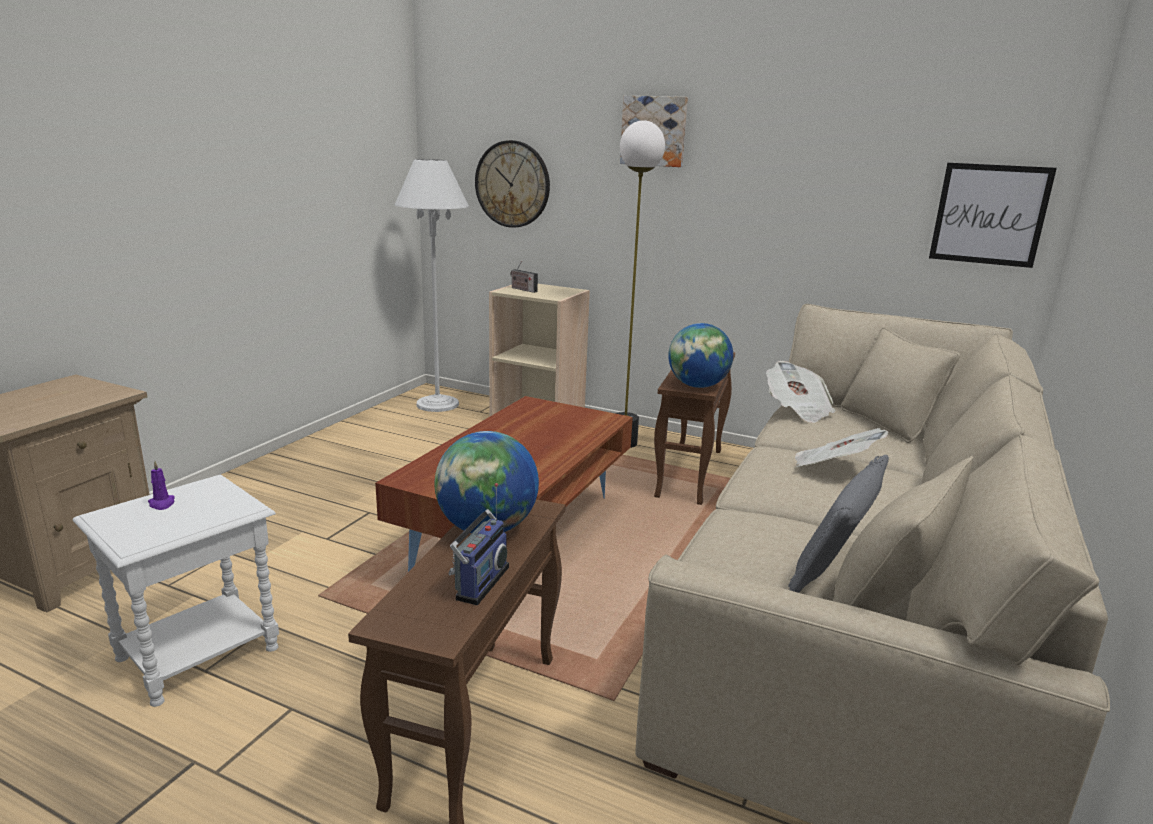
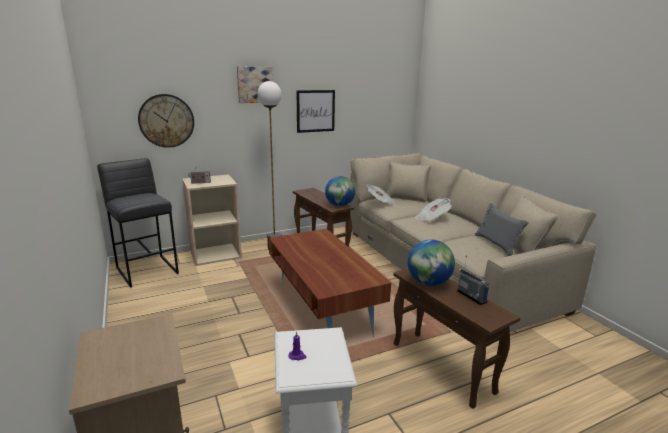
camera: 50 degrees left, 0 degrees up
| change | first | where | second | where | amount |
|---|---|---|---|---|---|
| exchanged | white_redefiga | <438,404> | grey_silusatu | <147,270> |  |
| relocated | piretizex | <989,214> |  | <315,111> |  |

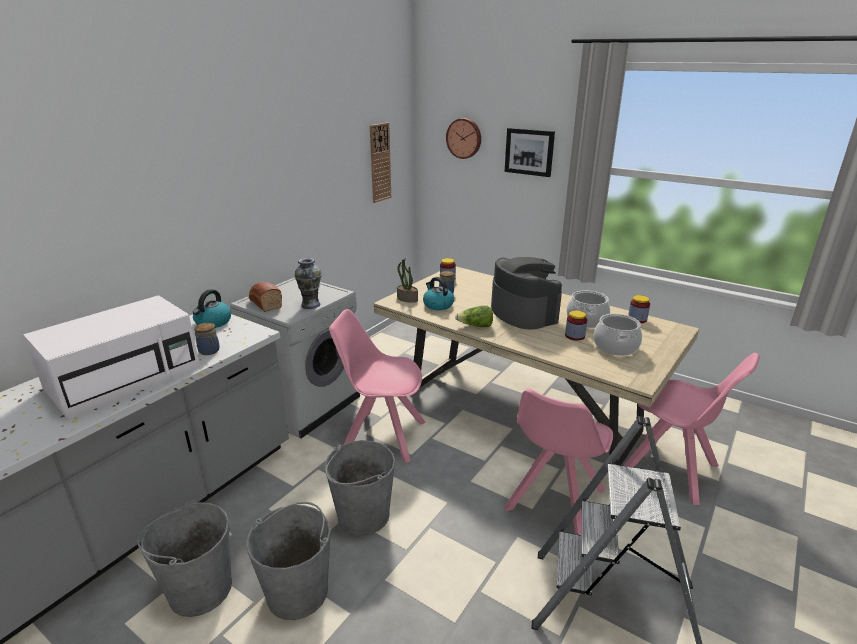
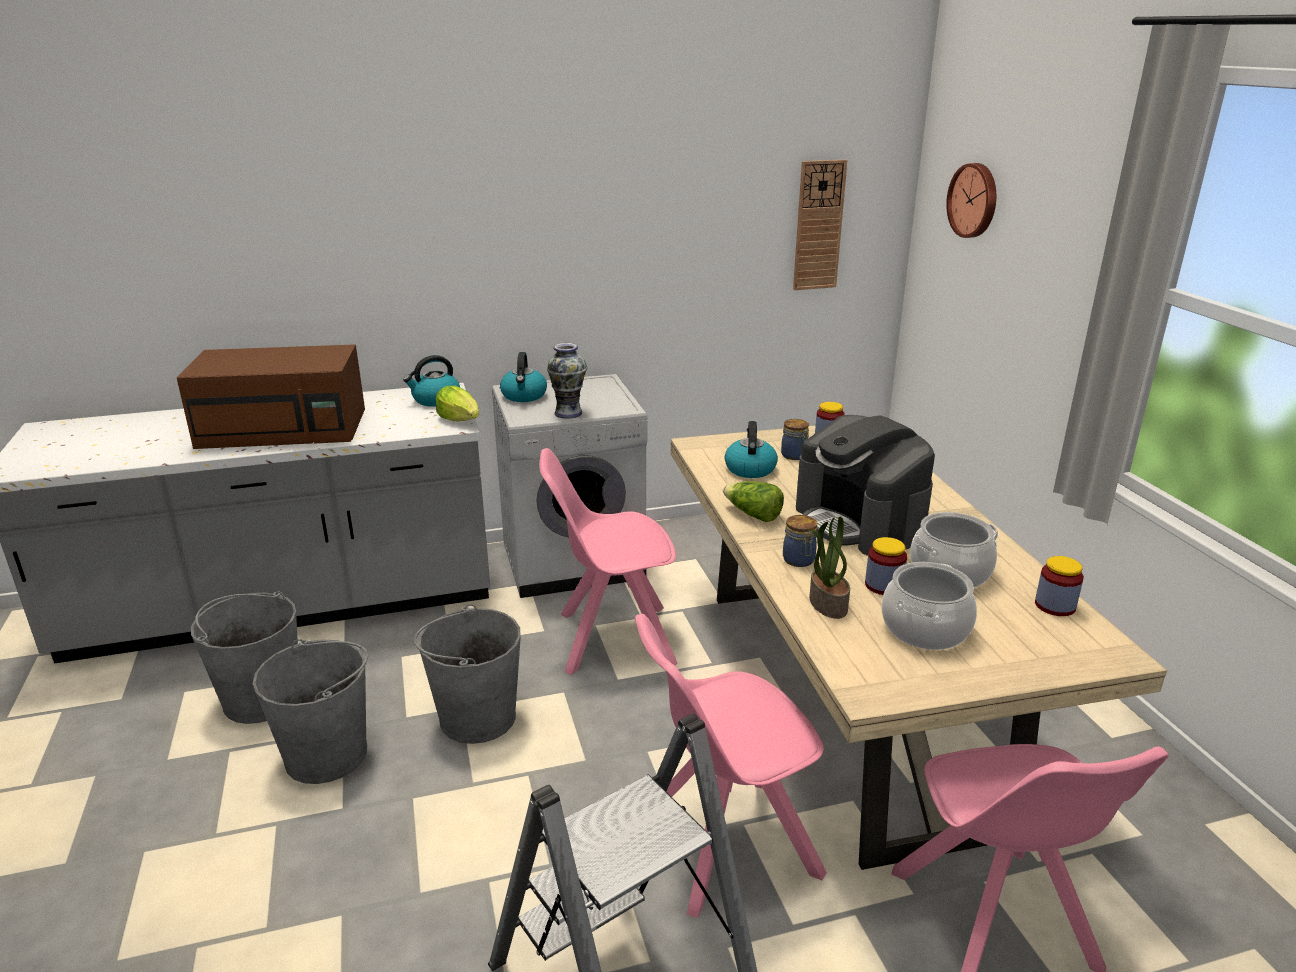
camera: 40 degrees right, 0 degrees up
| change | first | where | second | where | amount |
|---|---|---|---|---|---|
| missing | piretizex | <529,152> |  |  |  |
| spun | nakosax | <523,313> |  | <860,522> | 135 degrees clockwise |
| relocated | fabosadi | <406,299> |  | <827,604> |  |
| exchanged | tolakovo | <265,303> | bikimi | <524,396> |  |
| colour | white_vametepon | <126,376> | brown_vametepon | <285,428> |  |
| spun | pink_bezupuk | <382,435> |  | <612,639> | 60 degrees counterclockwise |
| relocated | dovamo | <210,351> |  | <799,561> |  |
| appeared |  |  | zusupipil | <460,420> |  |

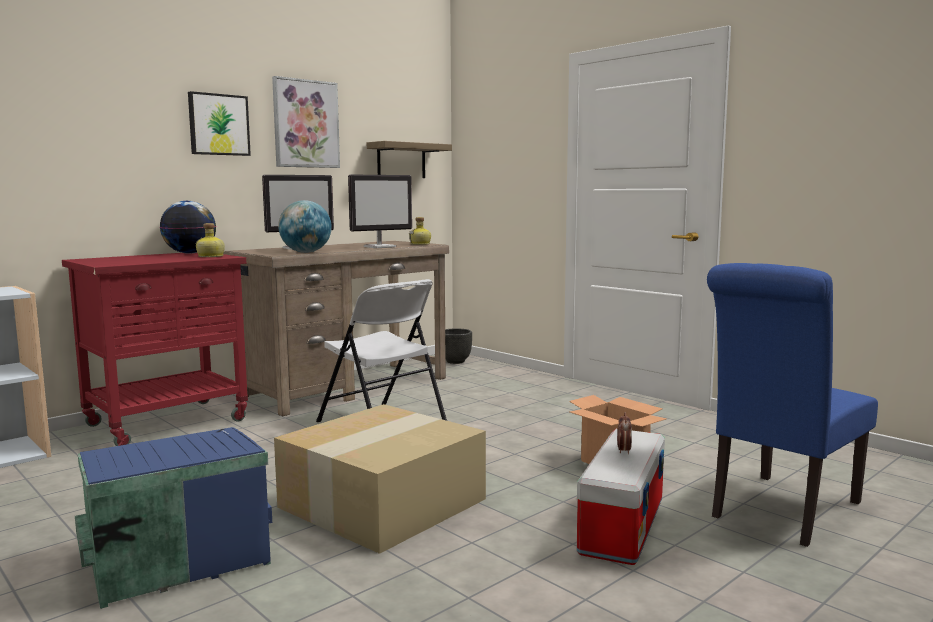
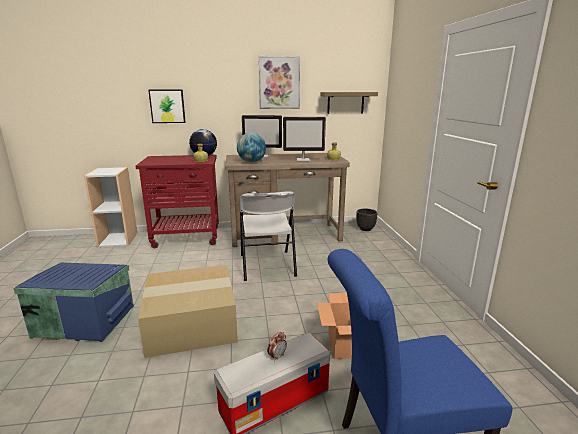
camera: 35 degrees right, 10 degrees up
| change | first | where | second | where | amount |
|---|---|---|---|---|---|
| relocated | piretizex | <218,124> |  | <167,106> |  |

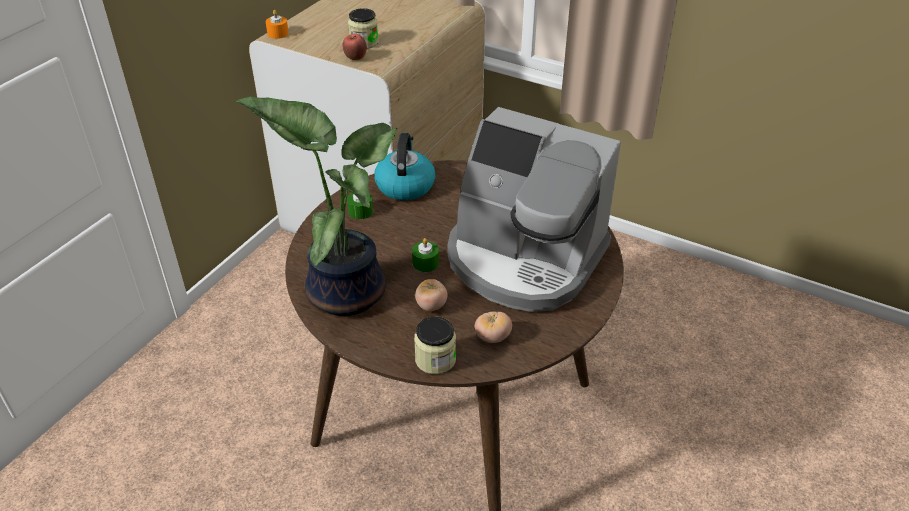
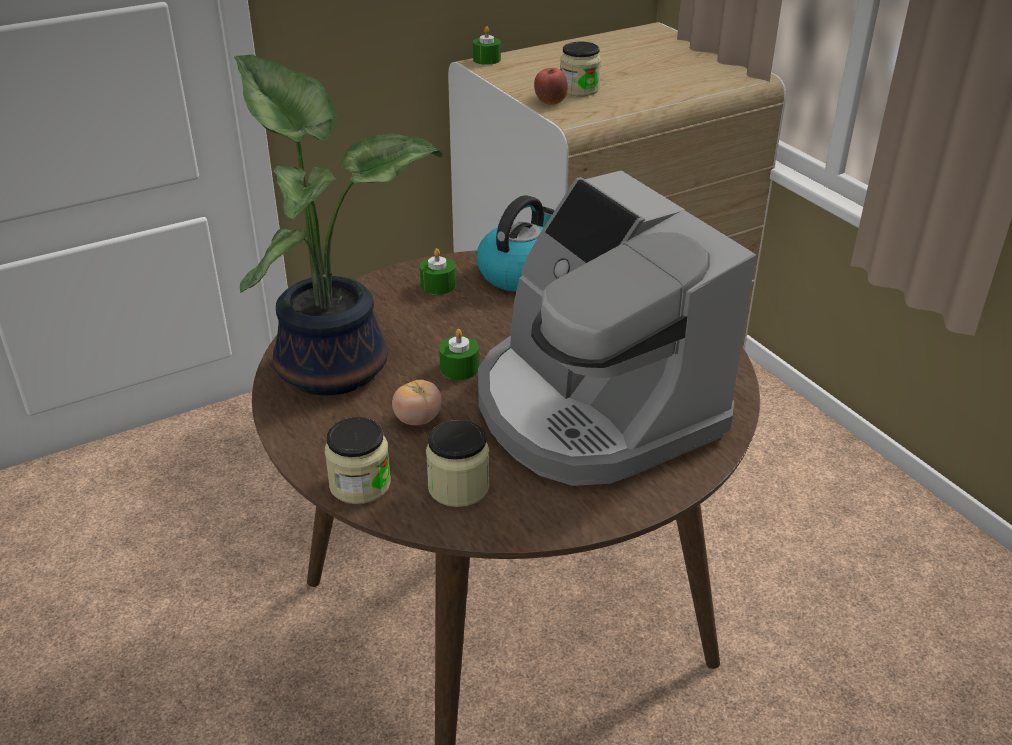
camera: 30 degrees right, 5 degrees down
| change | first | where | second | where | amount |
|---|---|---|---|---|---|
| colour | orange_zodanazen | <278,33> | green_zodanazen | <486,59> |  |
| exchanged | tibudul | <492,337> | dovamo | <458,487> |  |

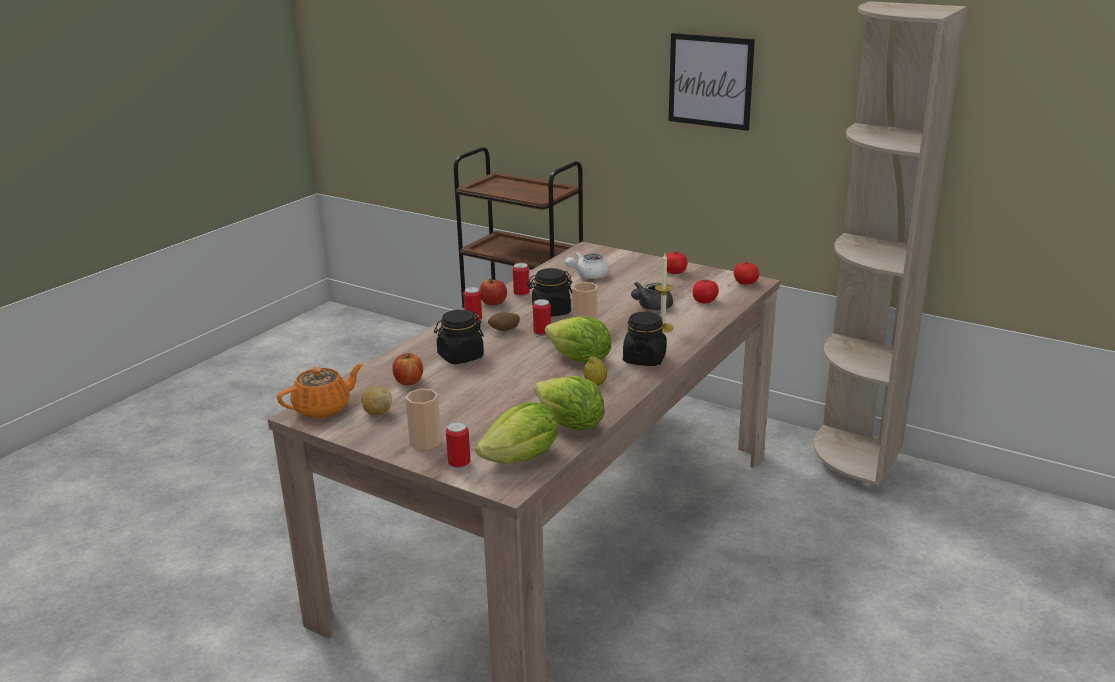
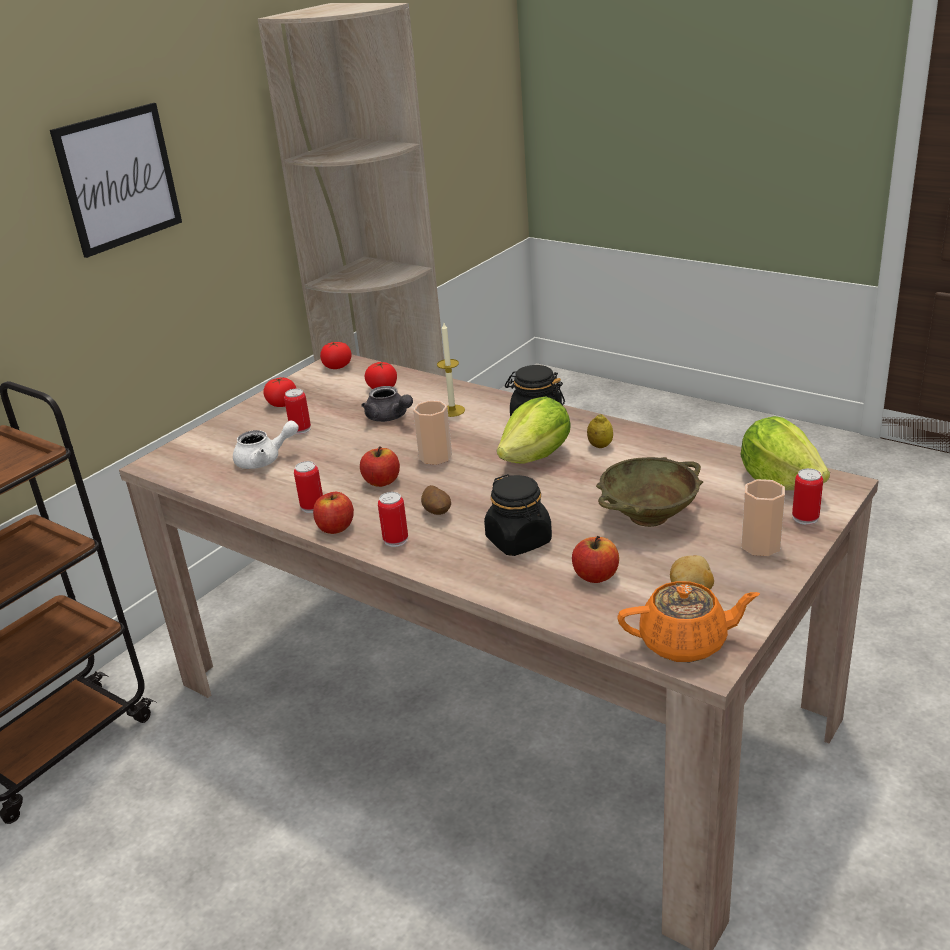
camera: 85 degrees left, 5 degrees up
| change | first | where | second | where | amount |
|---|---|---|---|---|---|
| spun | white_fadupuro | <587,276> |  | <265,460> | 75 degrees counterclockwise |
| exchanged | black_dovamo | <551,311> | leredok | <381,481> |  |
| relocated | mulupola | <542,333> |  | <300,429> |  |
| spun | orange_fadupuro | <323,408> |  | <685,643> | 120 degrees clockwise |
| missing | zusupipil | <570,425> |  |  |  |
| appeared |  |  | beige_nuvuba | <649,516> |  |

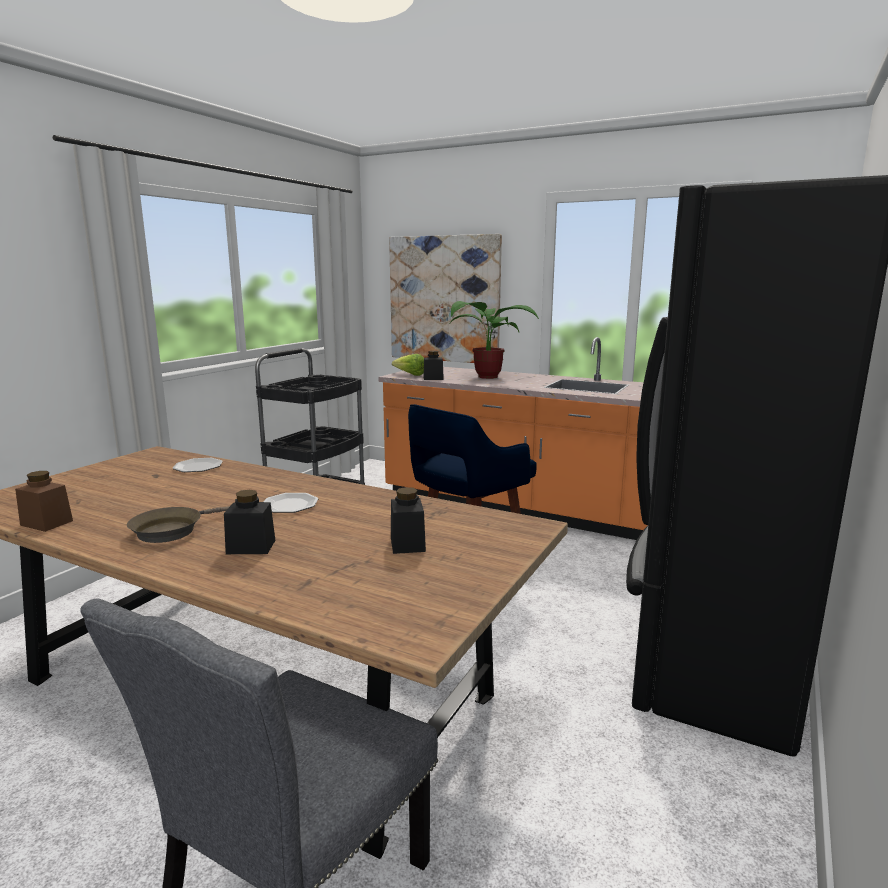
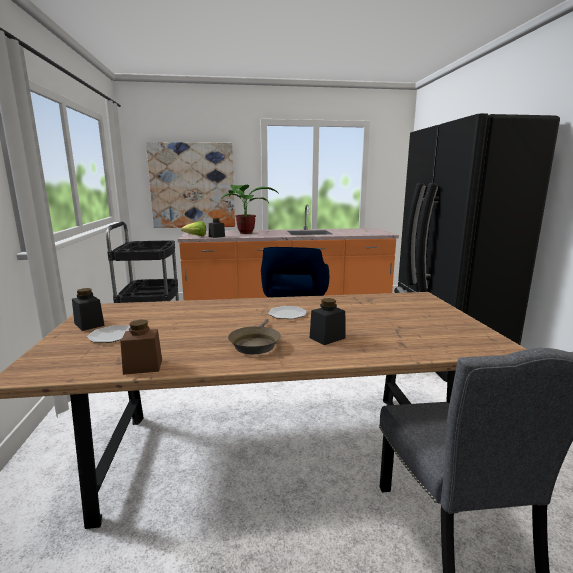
camera: 35 degrees left, 0 degrees up
| change | first | where | second | where | amount |
|---|---|---|---|---|---|
| relocated | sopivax | <197,467> |  | <112,336> |  |
| relocated | black_dovamo | <407,544> |  | <89,324> |  |

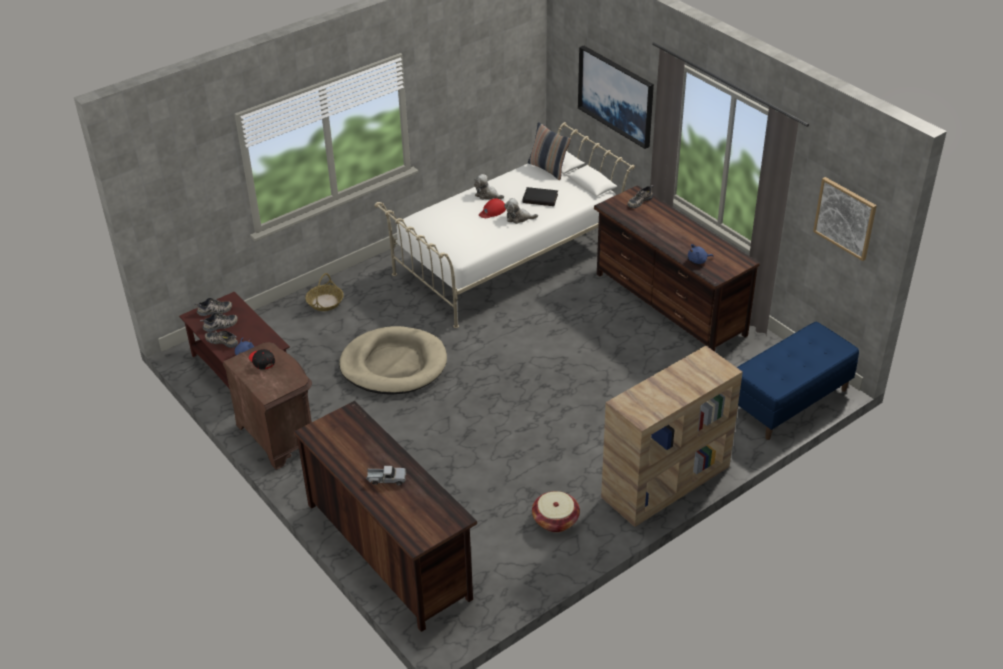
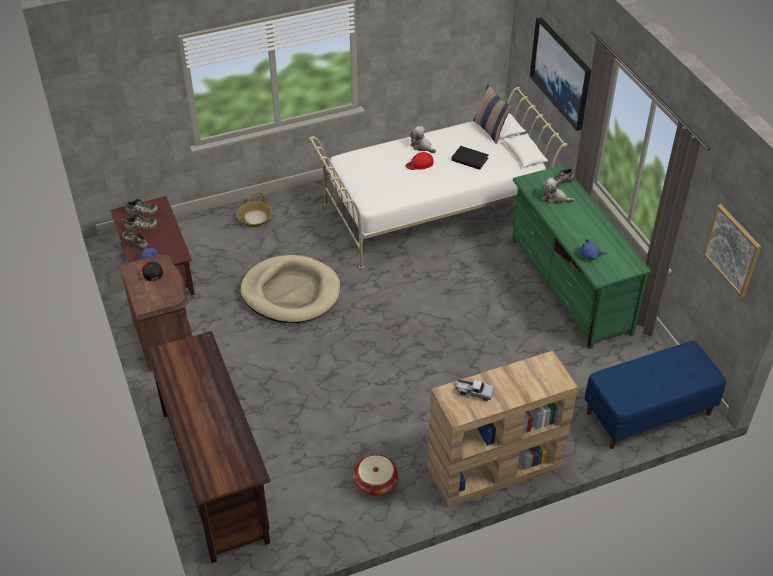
camera: 15 degrees right, 5 degrees up
| change | first | where | second | where | amount |
|---|---|---|---|---|---|
| colour | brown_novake | <669,305> | green_novake | <569,287> |  |
| relocated | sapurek | <518,218> |  | <554,198> |  |
| relocated | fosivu | <386,479> |  | <474,392> |  |

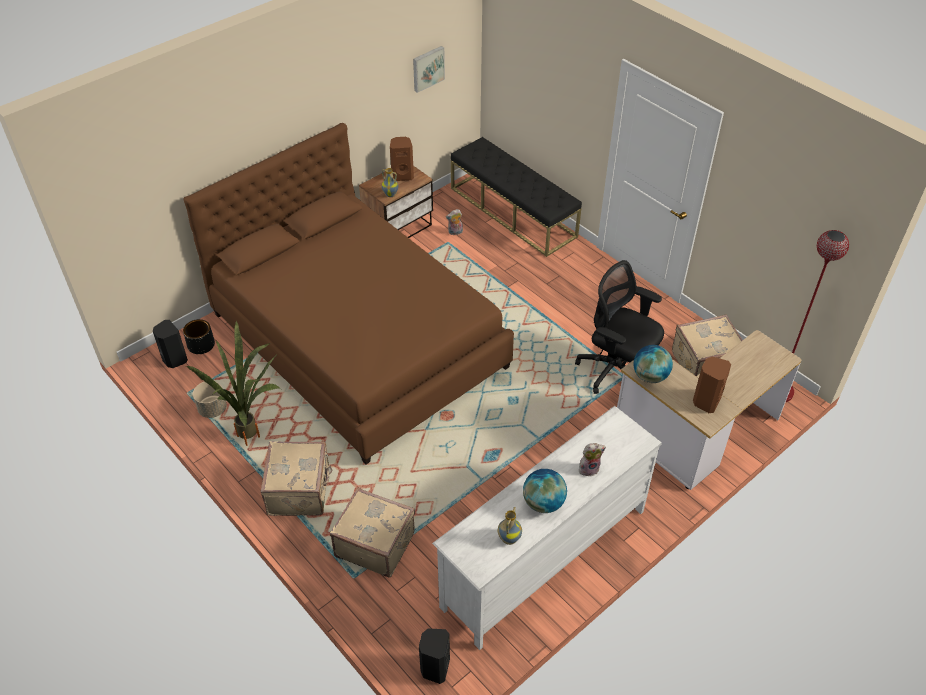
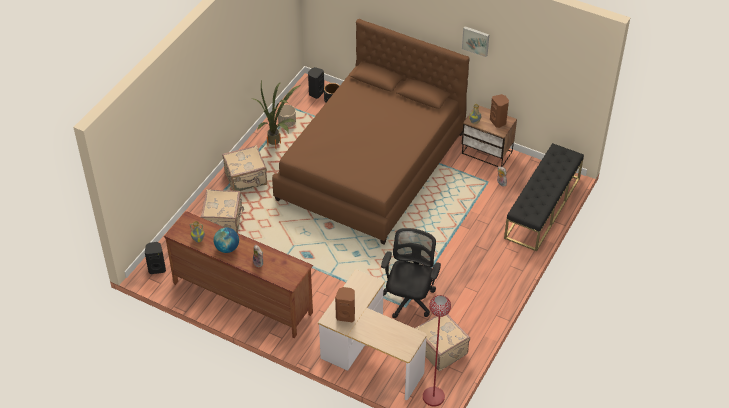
camera: 70 degrees right, 0 degrees up
| change | first | where | second | where | amount |
|---|---|---|---|---|---|
| relocated | piretizex | <427,68> |  | <476,40> |  |
| missing | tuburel | <650,376> |  |  |  |
| colour | white_novake | <544,557> | brown_novake | <242,297> |  |

